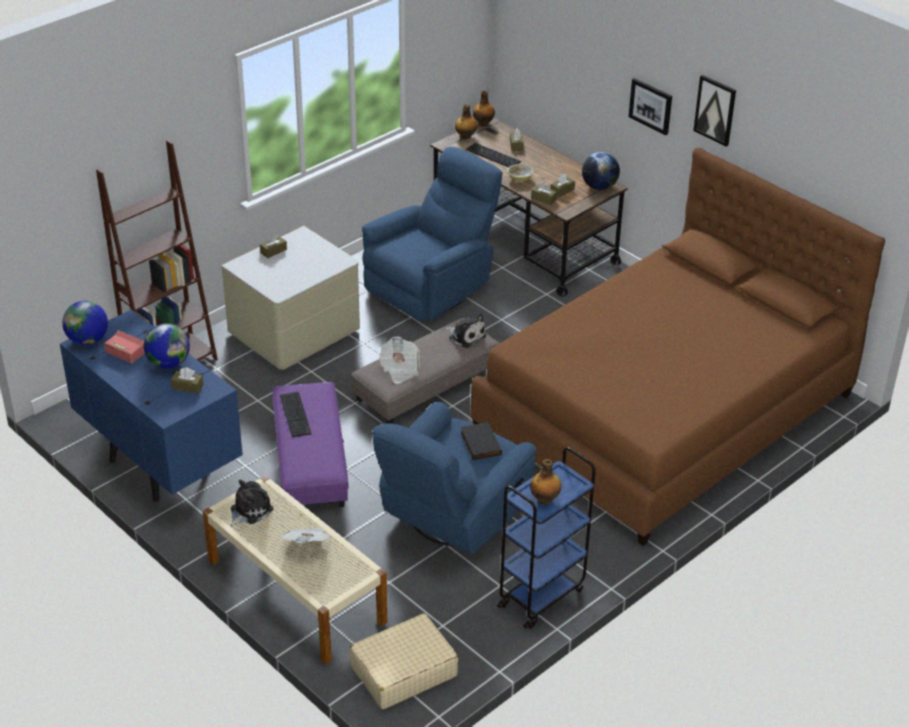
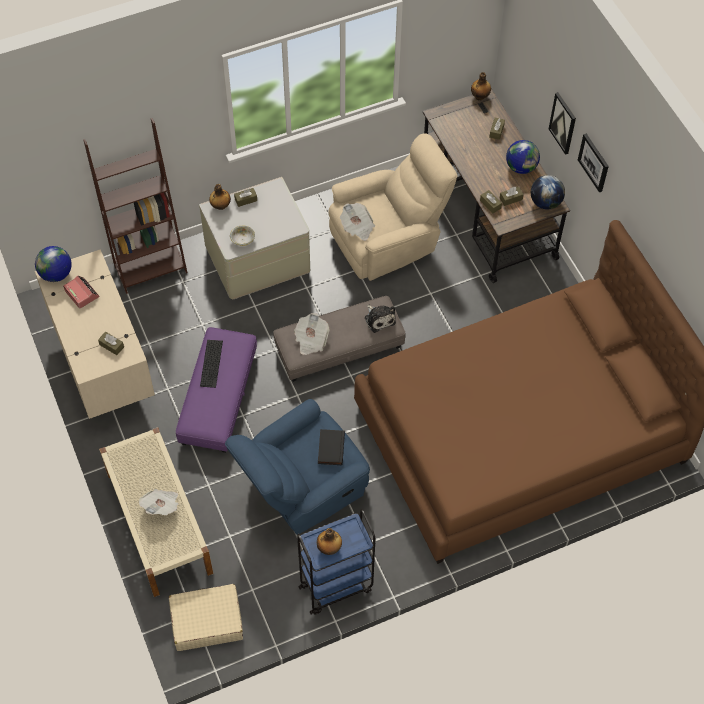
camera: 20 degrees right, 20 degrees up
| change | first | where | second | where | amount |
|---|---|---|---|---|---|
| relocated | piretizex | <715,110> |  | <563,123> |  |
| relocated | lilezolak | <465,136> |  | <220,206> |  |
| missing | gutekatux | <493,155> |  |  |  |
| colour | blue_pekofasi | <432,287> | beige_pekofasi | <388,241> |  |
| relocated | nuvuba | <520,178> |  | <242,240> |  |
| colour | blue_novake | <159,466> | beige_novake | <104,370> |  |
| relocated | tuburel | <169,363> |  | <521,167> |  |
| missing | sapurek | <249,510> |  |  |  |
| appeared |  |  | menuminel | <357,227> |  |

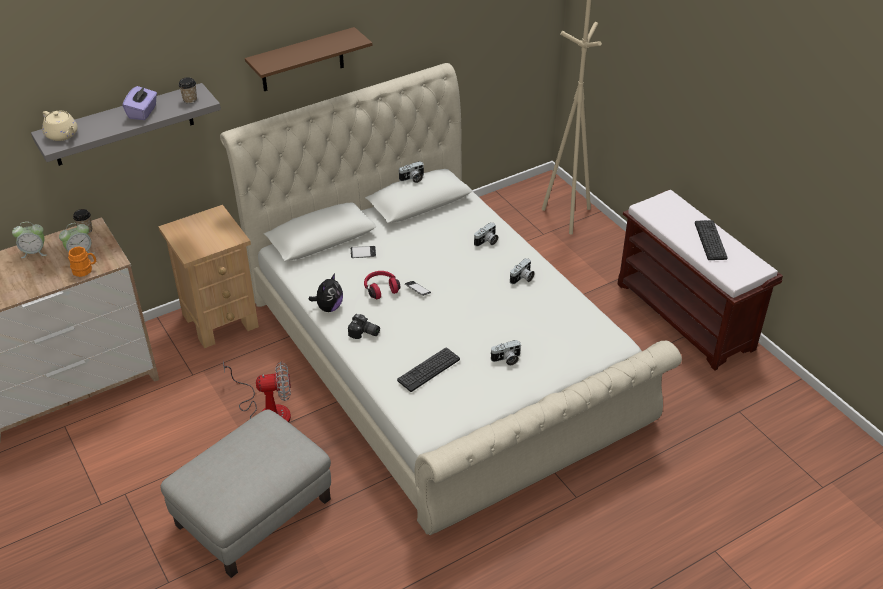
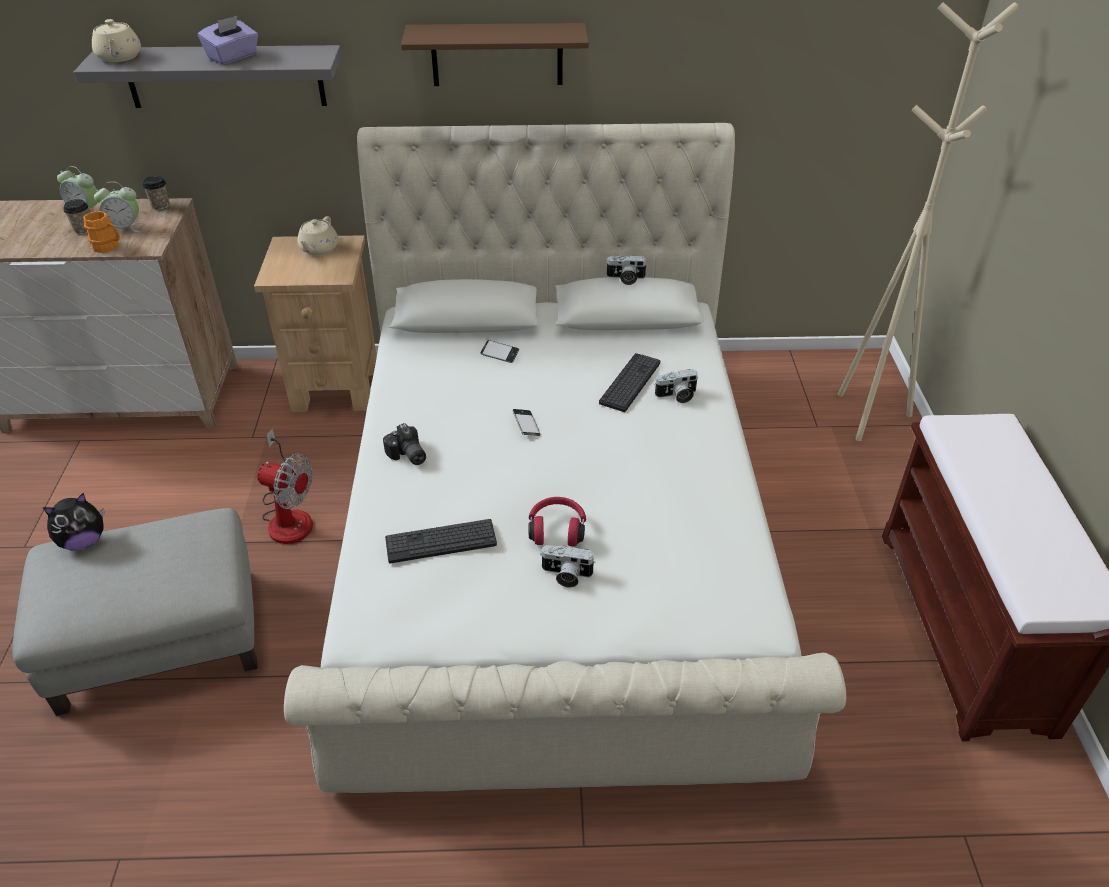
camera: 30 degrees right, 0 degrees up
| change | first | where | second | where | amount |
|---|---|---|---|---|---|
| relocated | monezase | <190,100> |  | <84,230> |  |
| relocated | gutekatux | <710,240> |  | <630,383> |  |
| missing | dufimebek | <522,278> |  |  |  |
| relocated | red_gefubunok | <381,289> |  | <557,529> |  |
| relocated | sapurek | <329,307> |  | <83,541> |  |
| appeared |  |  | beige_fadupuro | <318,249> |  |

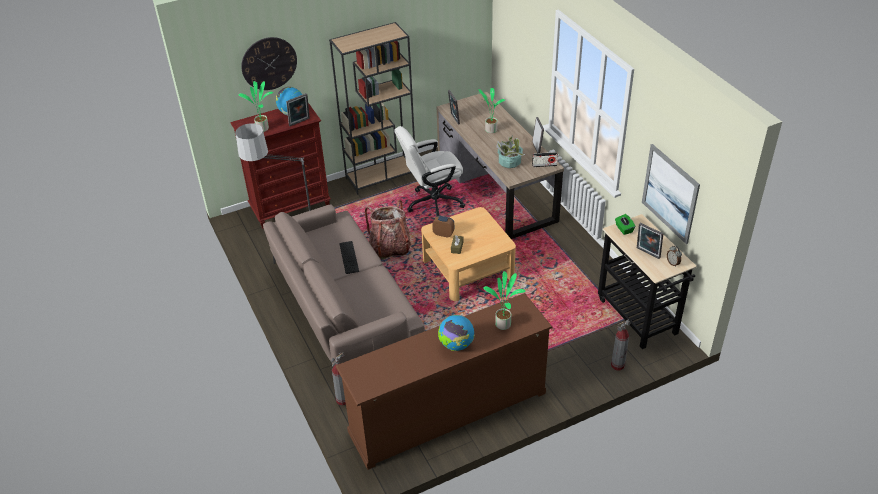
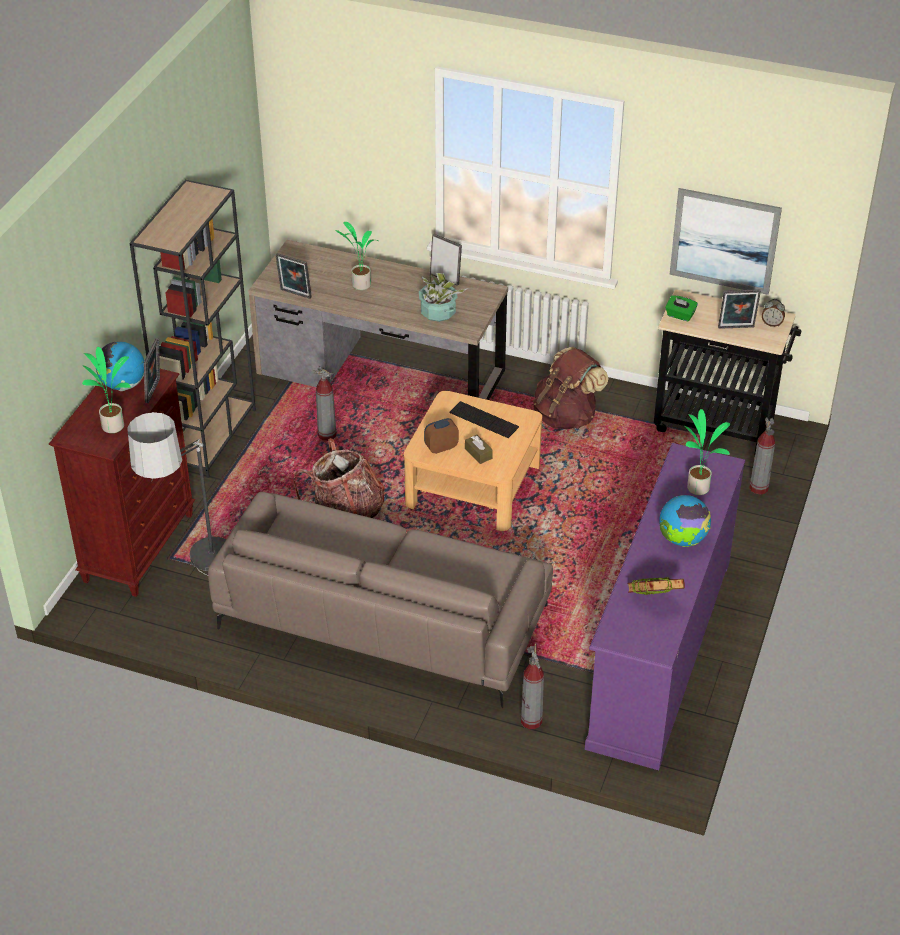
camera: 45 degrees left, 0 degrees up
| change | first | where | second | where | amount |
|---|---|---|---|---|---|
| missing | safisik | <269,63> |  |  |  |
| exchanged | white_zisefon | <432,205> | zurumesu | <327,435> |  |
| missing | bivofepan | <544,165> |  |  |  |
| relocated | gutekatux | <349,257> |  | <484,420> |  |
| colour | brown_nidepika | <447,412> | purple_nidepika | <660,652> |  |
| appeared |  |  | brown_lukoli | <566,416> |  |
| appeared |  |  | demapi | <653,602> |  |

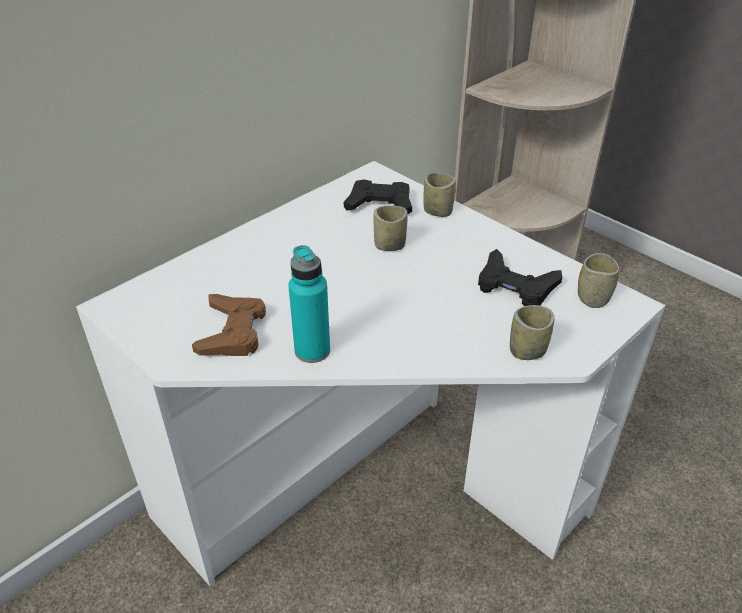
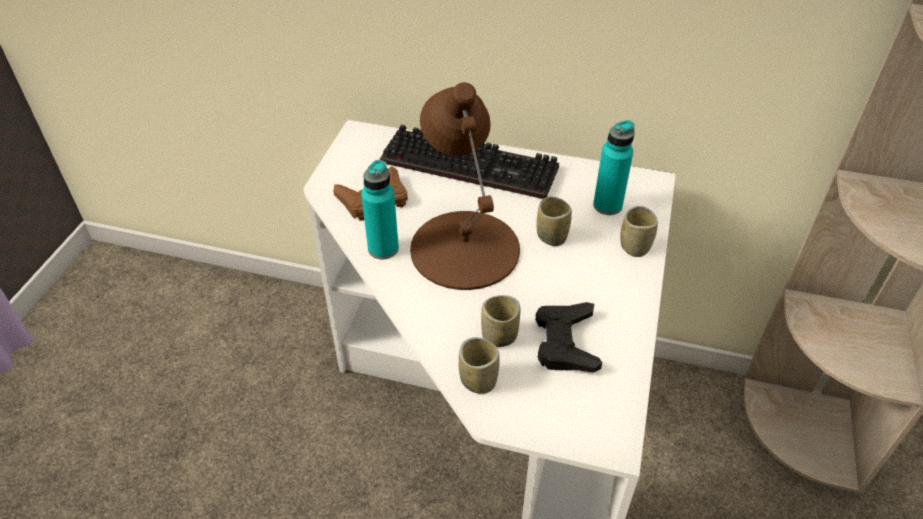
camera: 60 degrees right, 5 degrees up
| change | first | where | second | where | amount |
|---|---|---|---|---|---|
| exchanged | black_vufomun | <379,204> | turquoise_lilezolak | <607,205> |  |
| relocated | monezase | <593,298> |  | <499,336> |  |
| appeared |  |  | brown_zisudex | <465,248> |  |
| appeared |  |  | gutekatux | <473,164> |  |

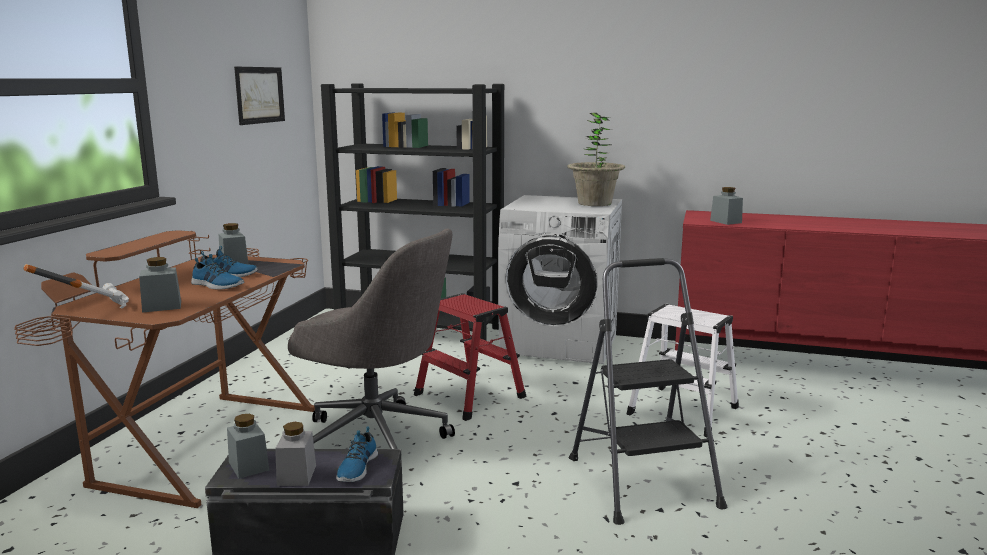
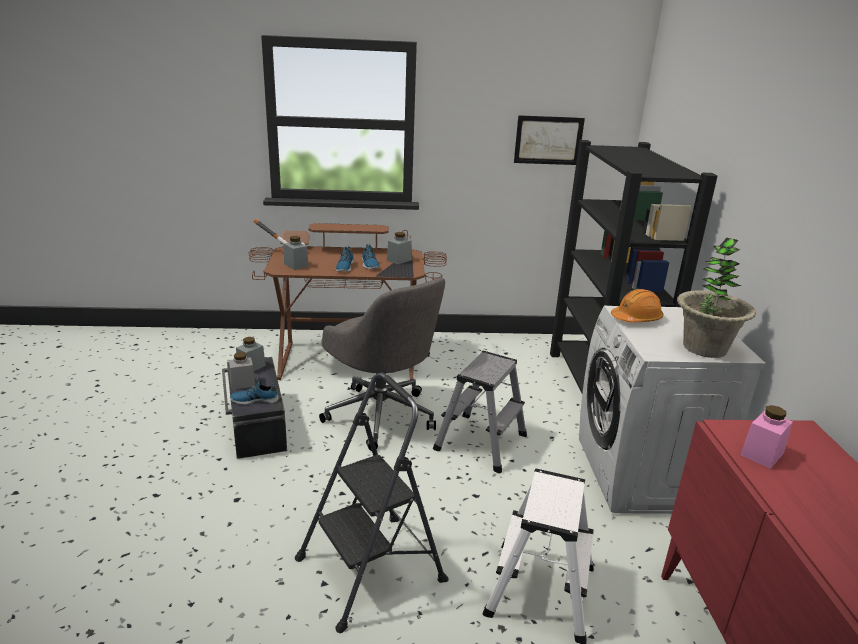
camera: 70 degrees right, 10 degrees up
| change | first | where | second | where | amount |
|---|---|---|---|---|---|
| colour | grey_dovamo | <725,221> | pink_dovamo | <762,454> |  |
| spun | grey_zisefon | <376,439> |  | <382,416> | 45 degrees counterclockwise |
| colour | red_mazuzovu | <470,396> | grey_mazuzovu | <480,442> |  |
| appeared |  |  | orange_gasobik | <636,318> |  |

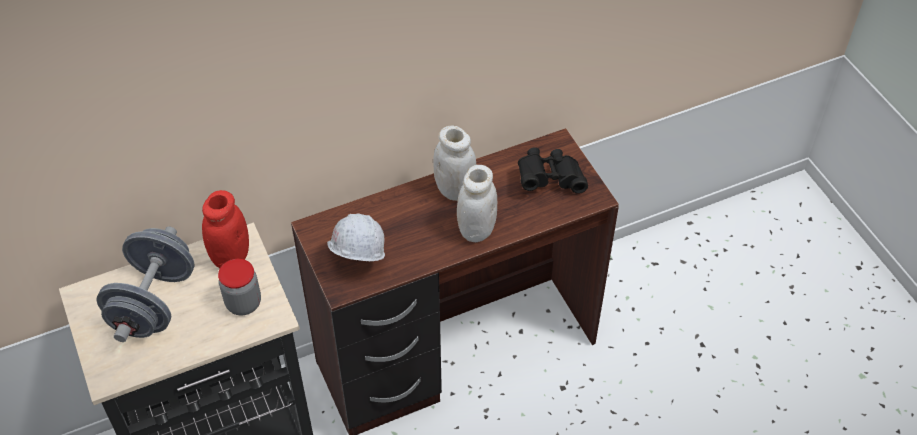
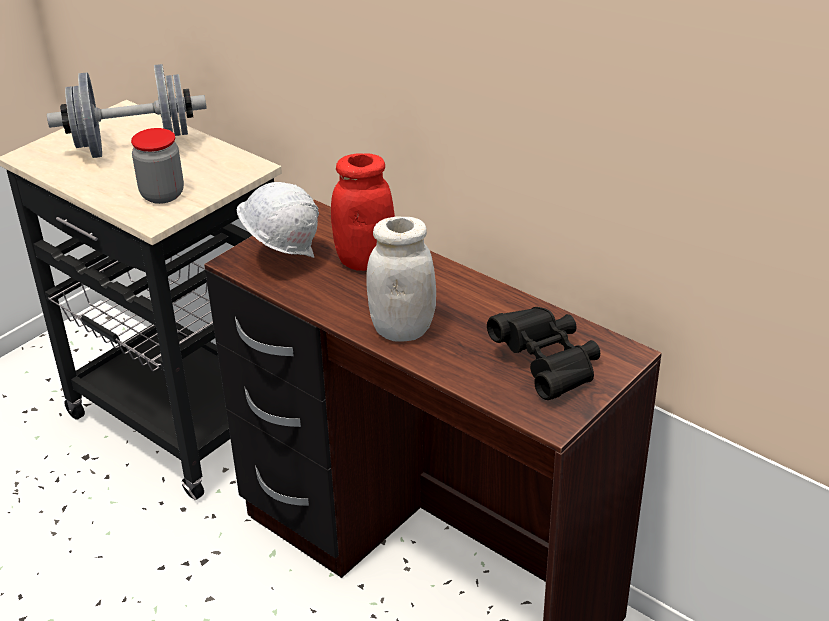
camera: 65 degrees right, 15 degrees down
| change | first | where | second | where | amount |
|---|---|---|---|---|---|
| missing | white_dovamo | <455,190> |  |  |  |
| relocated | red_dovamo | <231,257> |  | <365,261> |  |

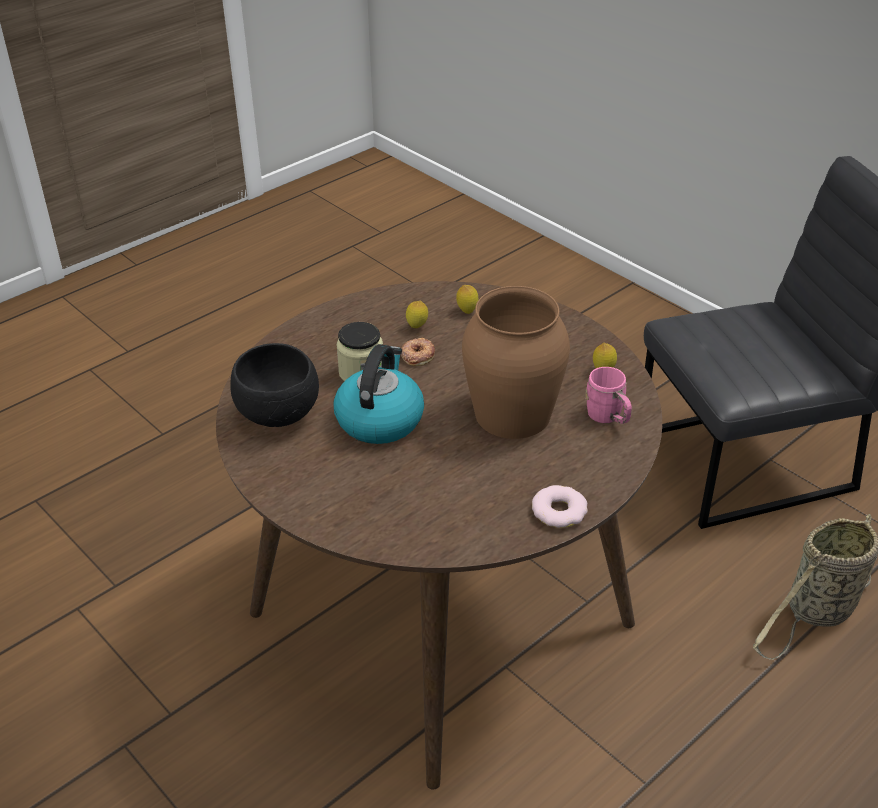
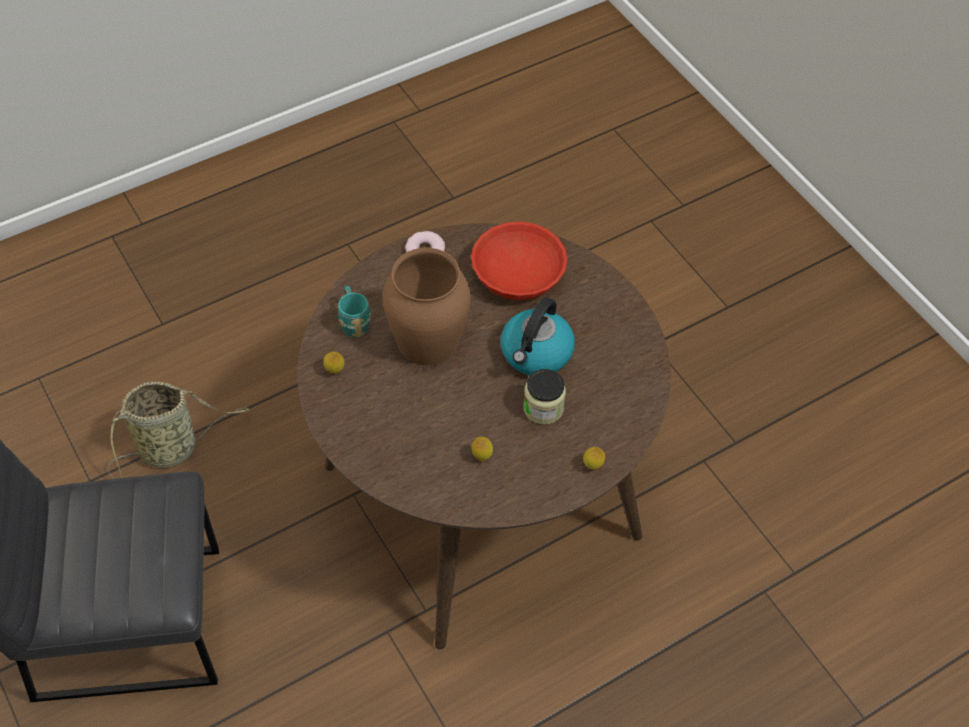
camera: 170 degrees left, 15 degrees up
| change | first | where | second | where | amount |
|---|---|---|---|---|---|
| relocated | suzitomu | <467,311> |  | <592,466> |  |
| missing | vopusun | <417,355> |  |  |  |
| missing | black_nuvuba | <280,415> |  |  |  |
| colour | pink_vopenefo | <608,418> | turquoise_vopenefo | <354,322> |  |
| appeared |  |  | red_nuvuba | <518,274> |  |

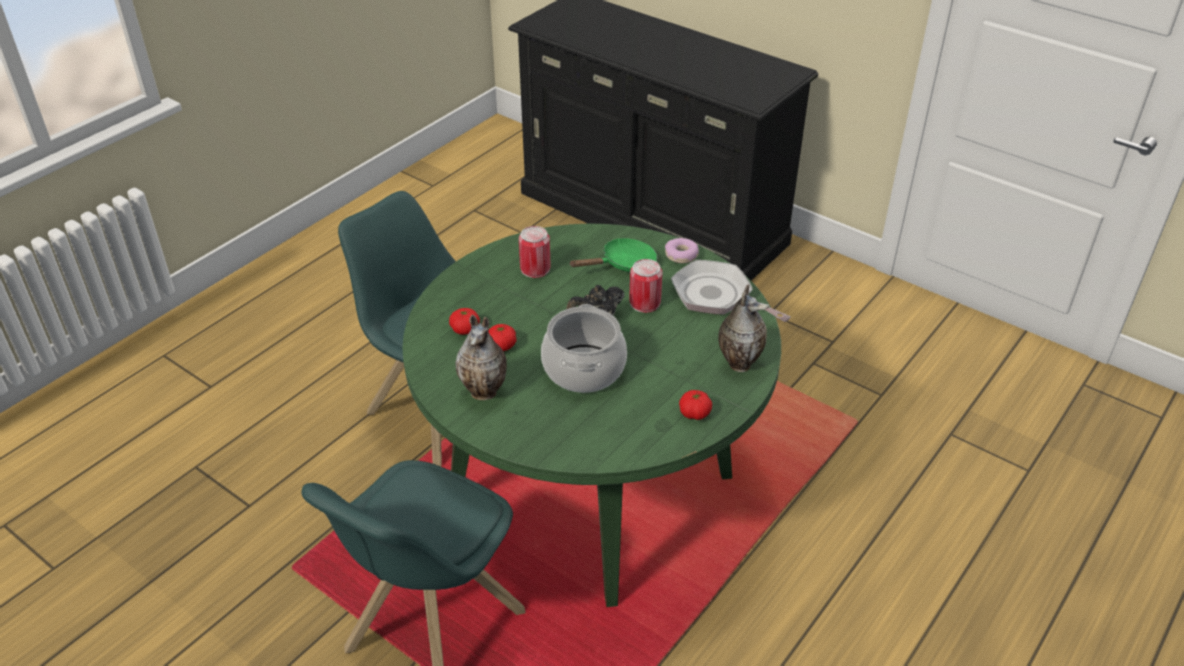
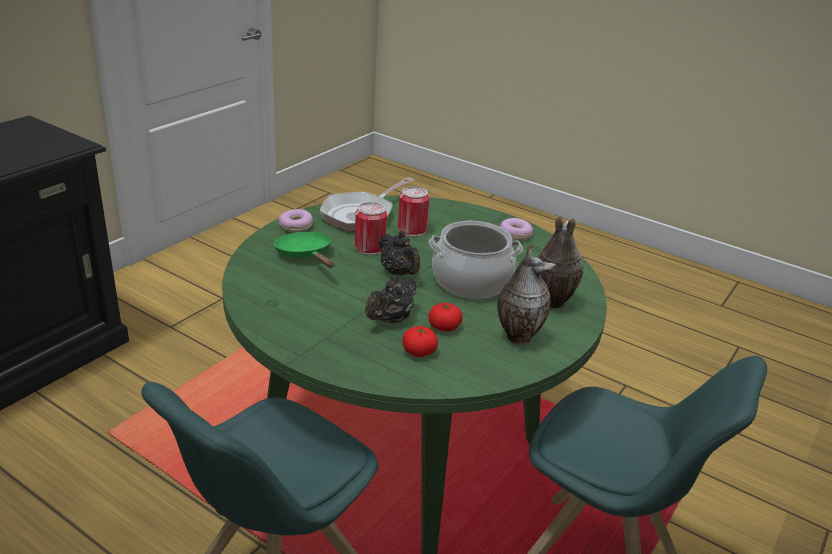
camera: 95 degrees left, 10 degrees down
| change | first | where | second | where | amount |
|---|---|---|---|---|---|
| relocated | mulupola | <535,269> |  | <412,229> |  |
| relocated | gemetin | <739,362> |  | <550,302> |  |
| exchanged | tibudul | <694,413> | vopusun | <515,235> |  |
| appeared |  |  | black_fadupuro | <391,320> |  |

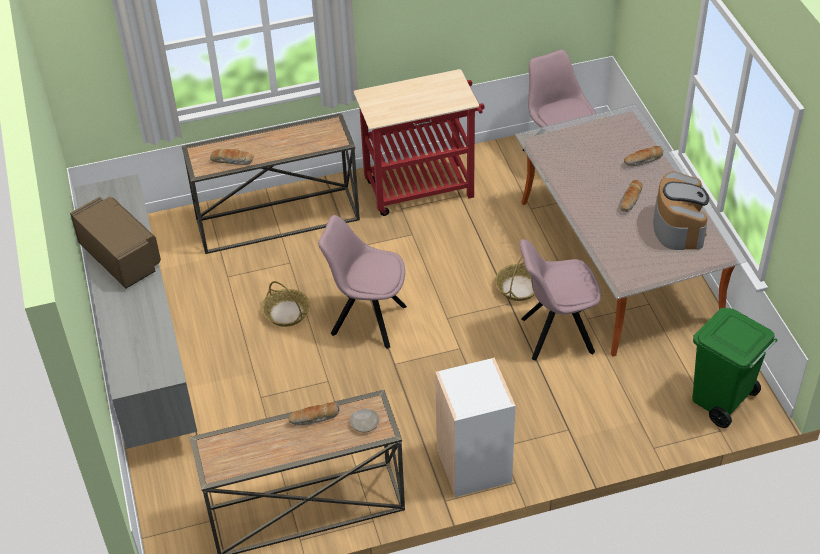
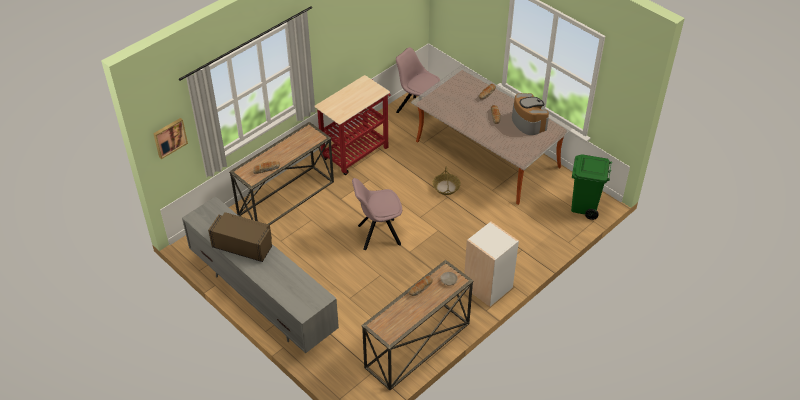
camera: 30 degrees left, 0 degrees up
| change | first | where | second | where | amount |
|---|---|---|---|---|---|
| missing | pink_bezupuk | <556,335> |  |  |  |
| missing | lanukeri | <286,313> |  |  |  |
| appeared |  |  | piretizex | <169,137> |  |

